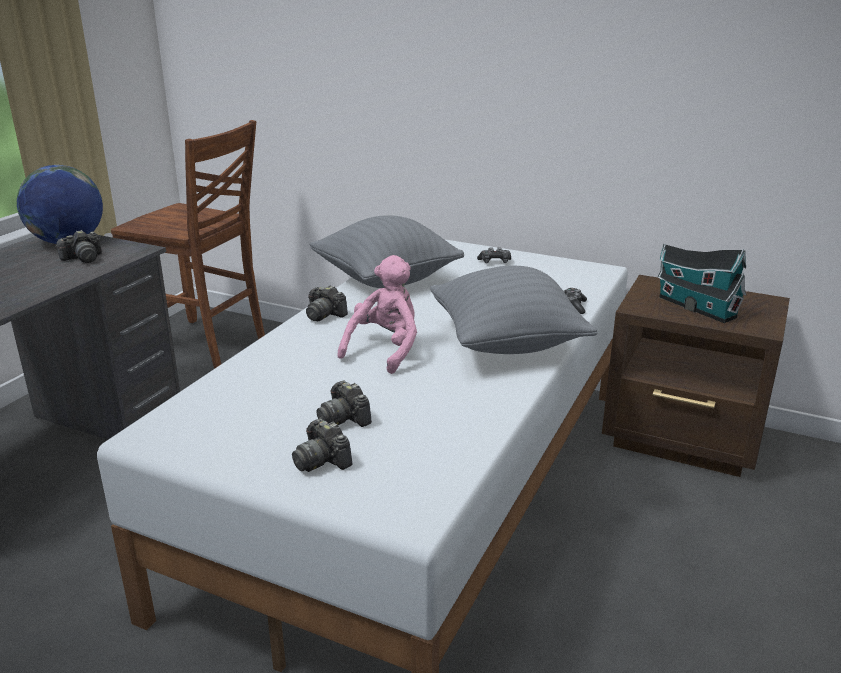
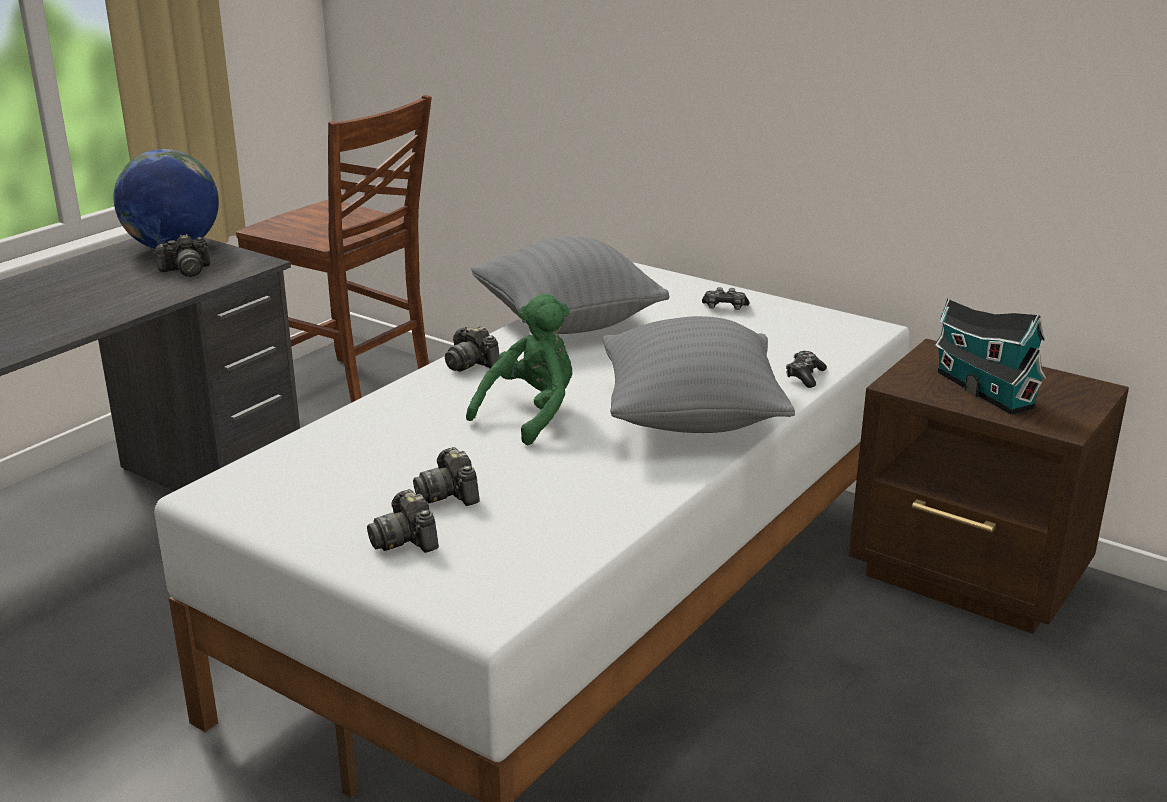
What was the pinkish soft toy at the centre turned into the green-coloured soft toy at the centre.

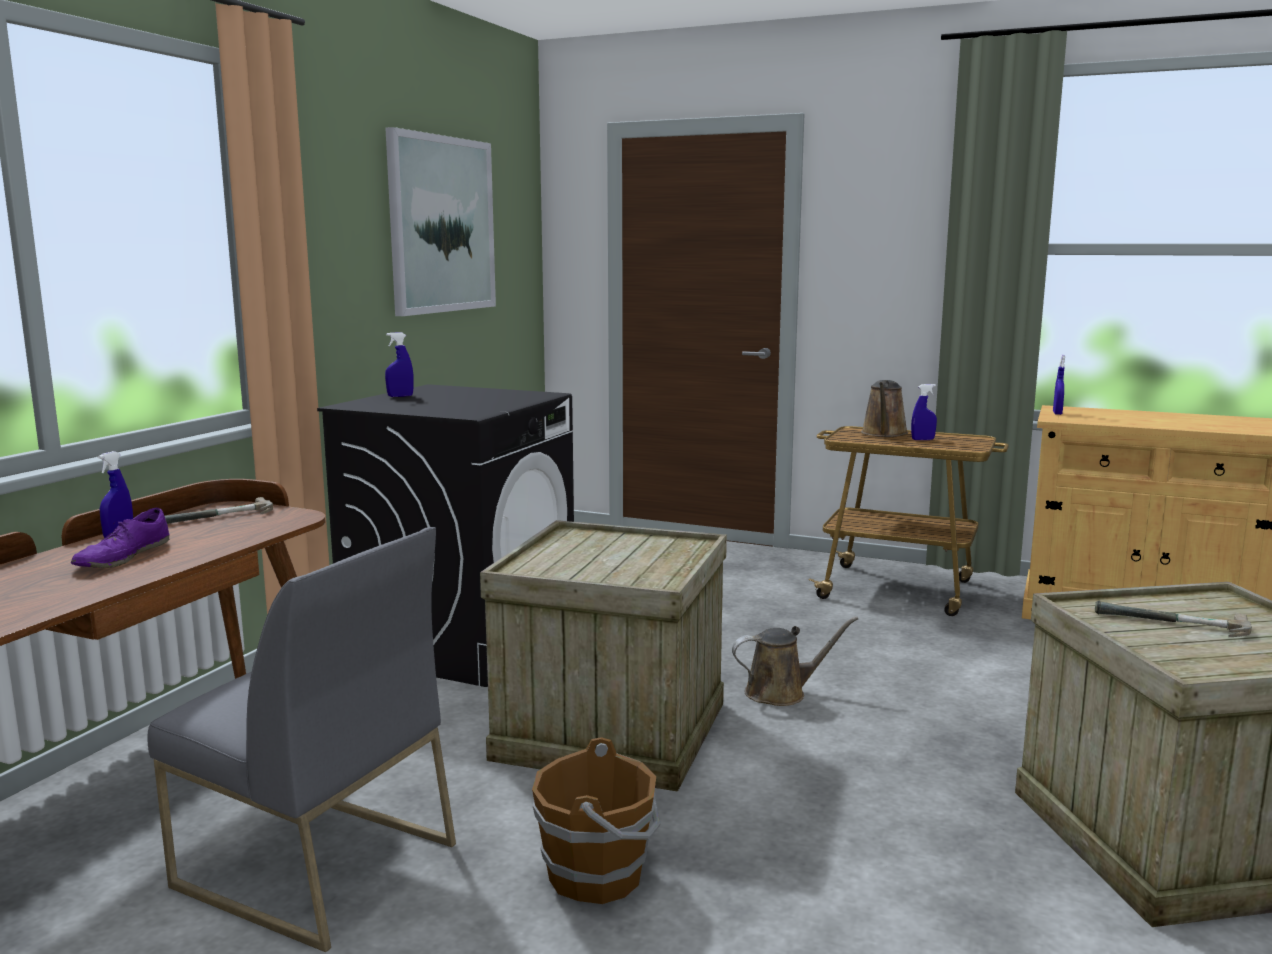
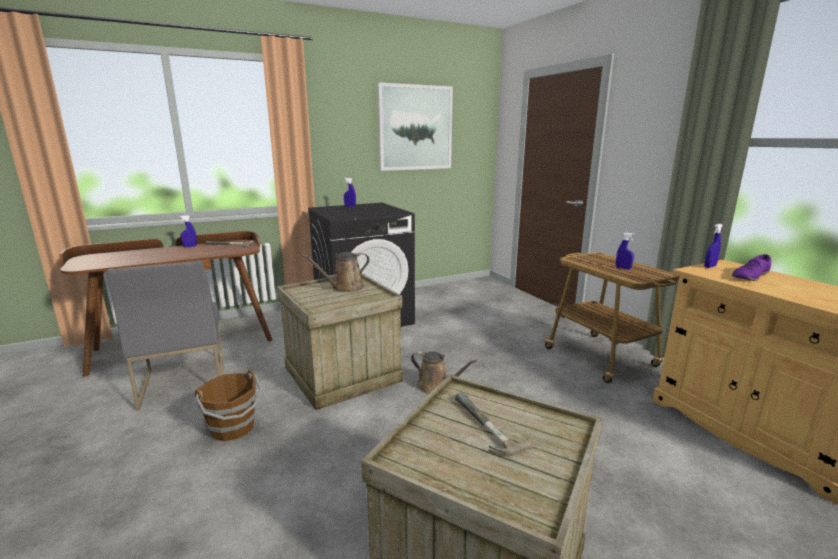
The brownish sprinkling can (2nd from left in the first image) ended up elsewhere, having gone from the middle right to the centre.
The purple item of footwear ended up elsewhere, having gone from the middle left to the middle right.

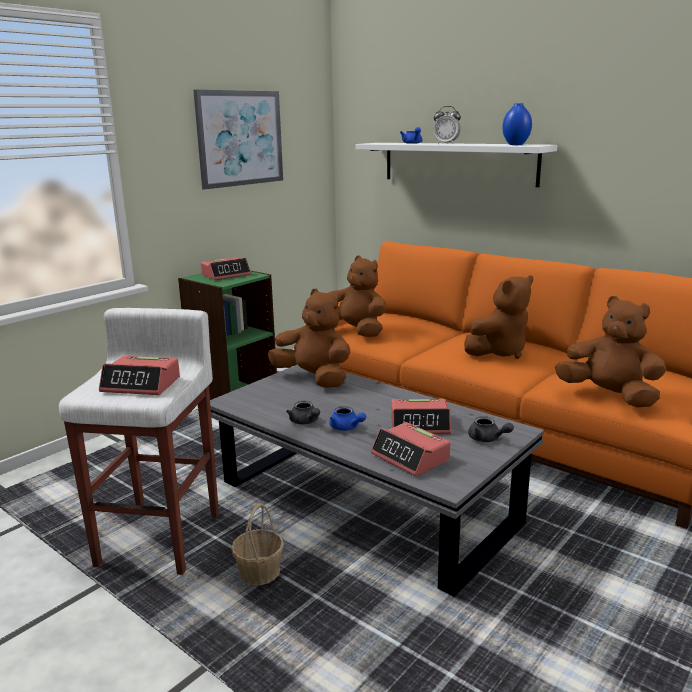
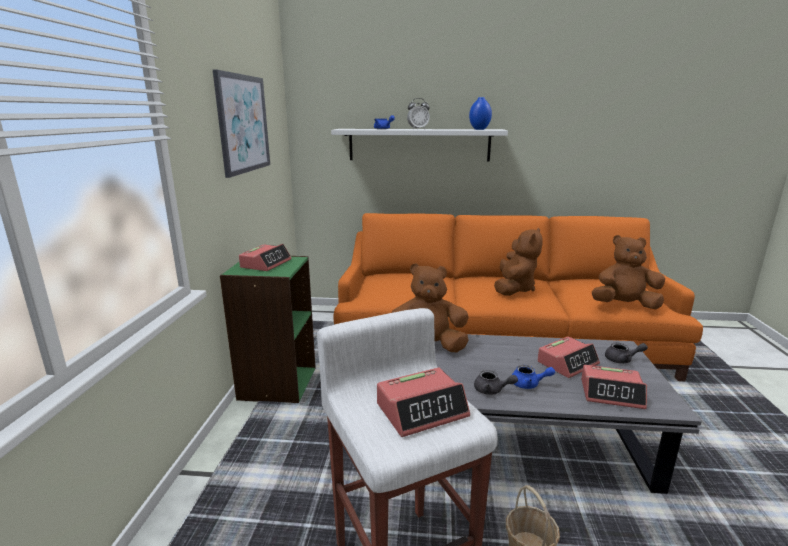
The second view lost the brownish soft toy (2nd from left) at the centre.

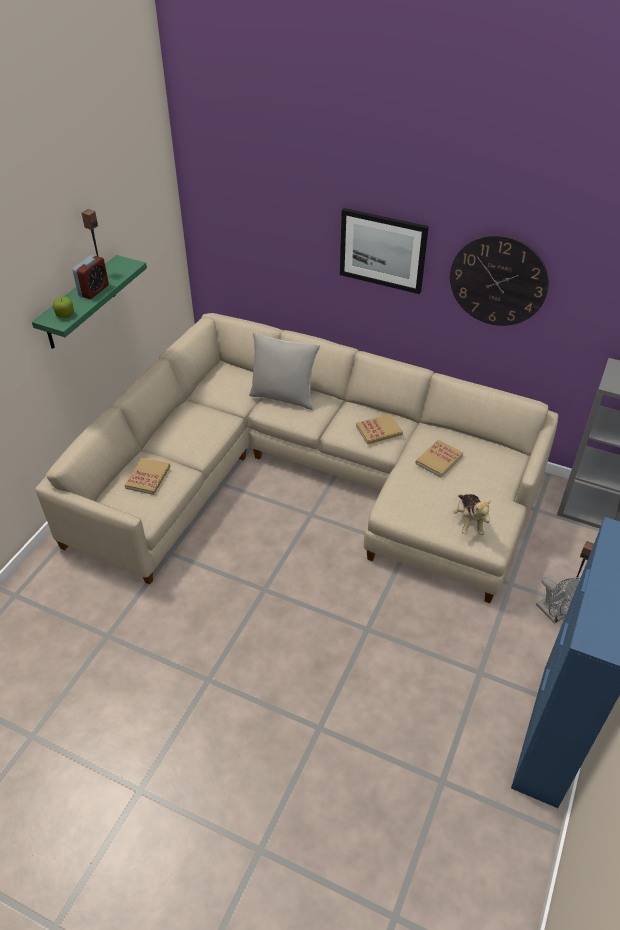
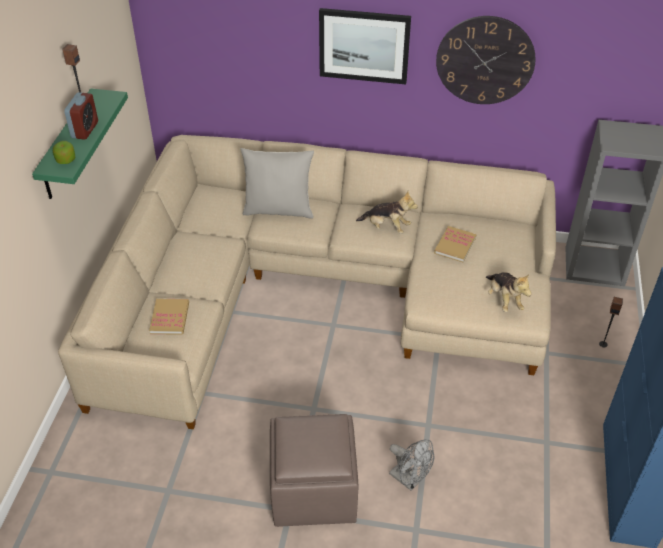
The second view gained the brownish footrest at the bottom centre.
Where the volume (2nd from left) stood at the centre, the soft toy (1st from left) came to stand at the centre.
The grey fan ended up elsewhere, having gone from the middle right to the bottom centre.

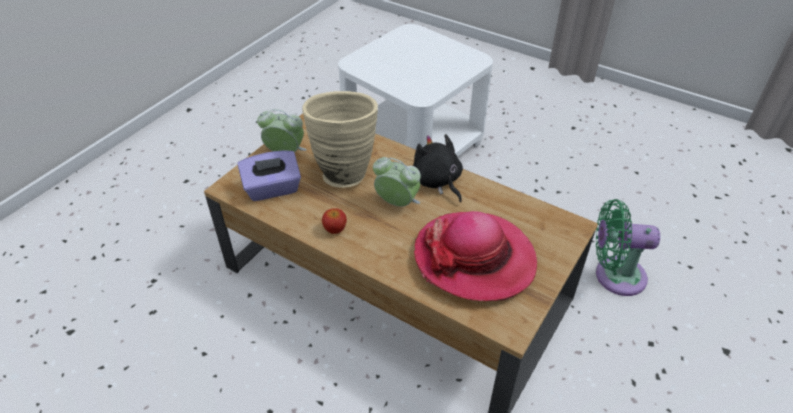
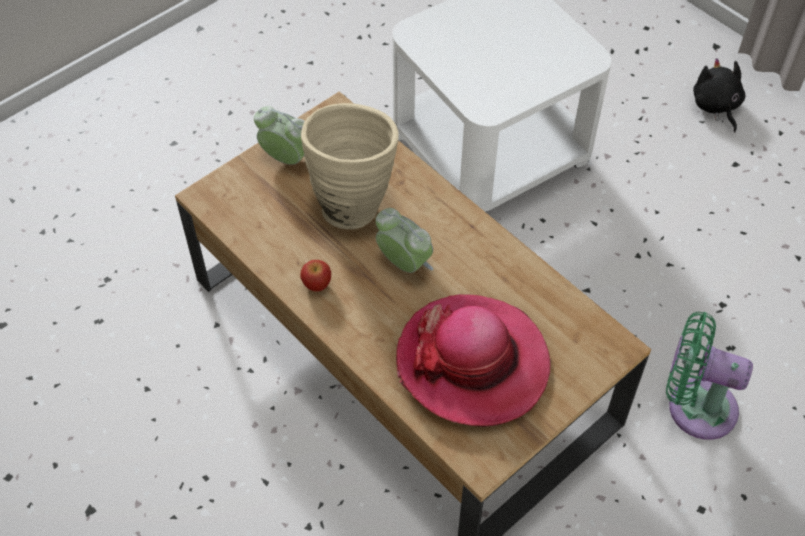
The black-coloured soft toy ended up elsewhere, having gone from the centre to the top right.
The second view lost the purple tissue box at the centre.

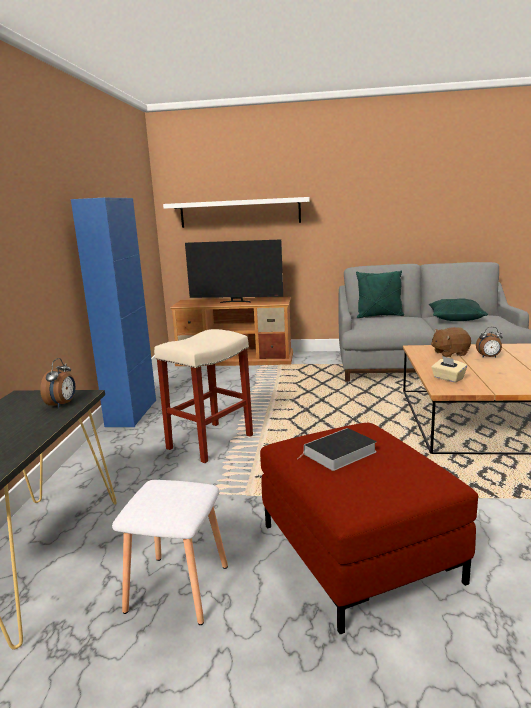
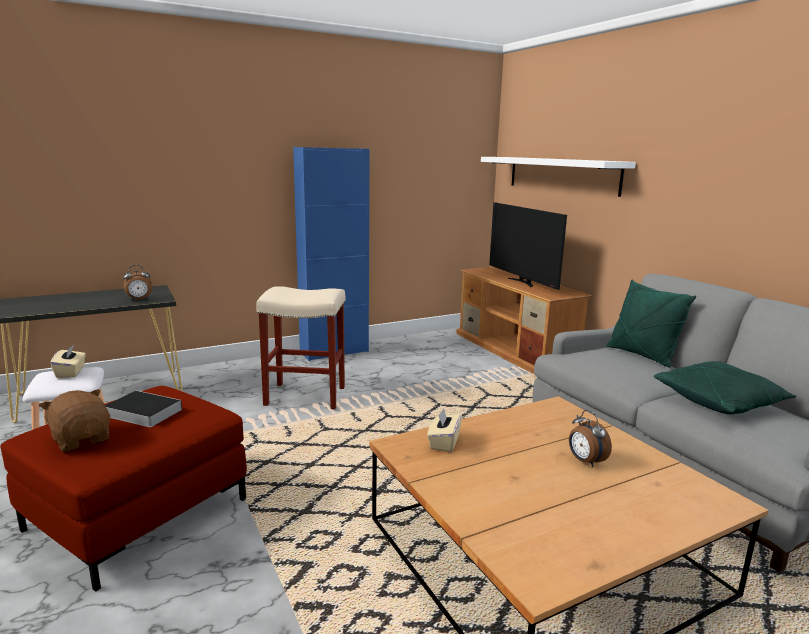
The brownish soft toy ended up elsewhere, having gone from the middle right to the middle left.
The second view gained the beige-coloured tissue box (1st from left) at the middle left.

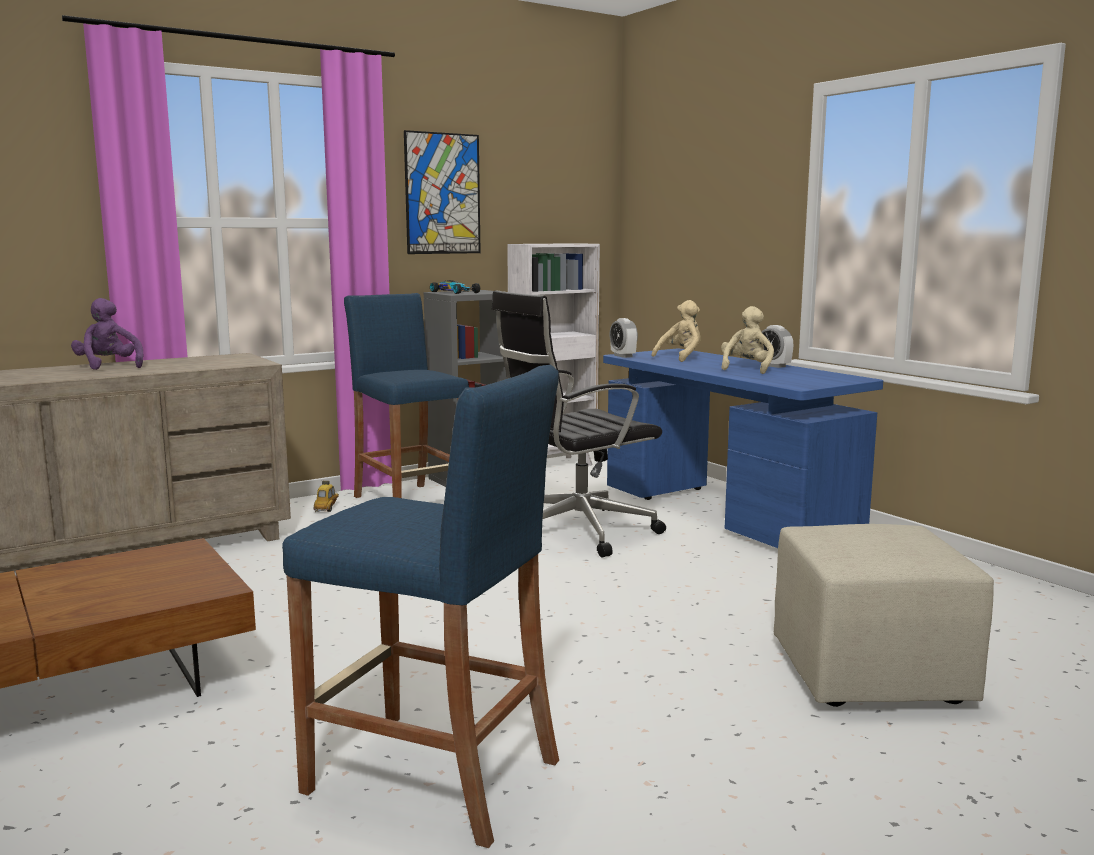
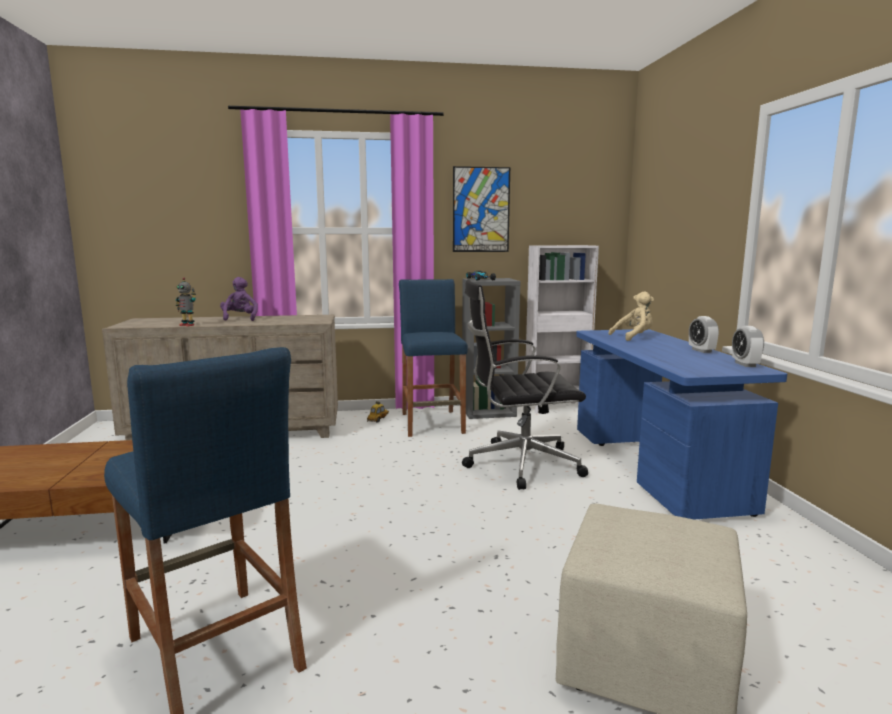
The second view gained the toy robot at the middle left.
The alarm clock (1st from left in the first image) ended up elsewhere, having gone from the centre to the middle right.
The second view lost the beige-coloured soft toy (2nd from left) at the middle right.

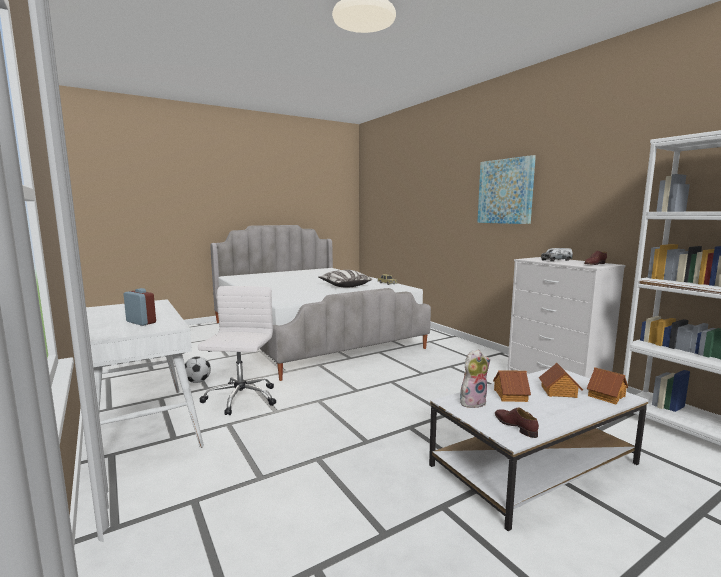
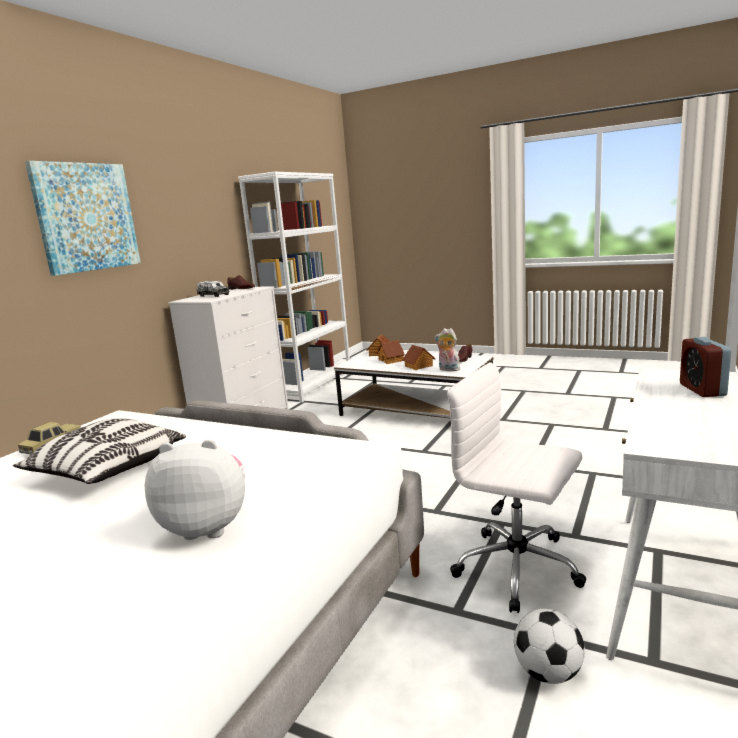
The second view gained the soft toy (1st from left) at the middle left.
The whitish office chair at the middle left ended up facing another way, 60 degrees clockwise from before.

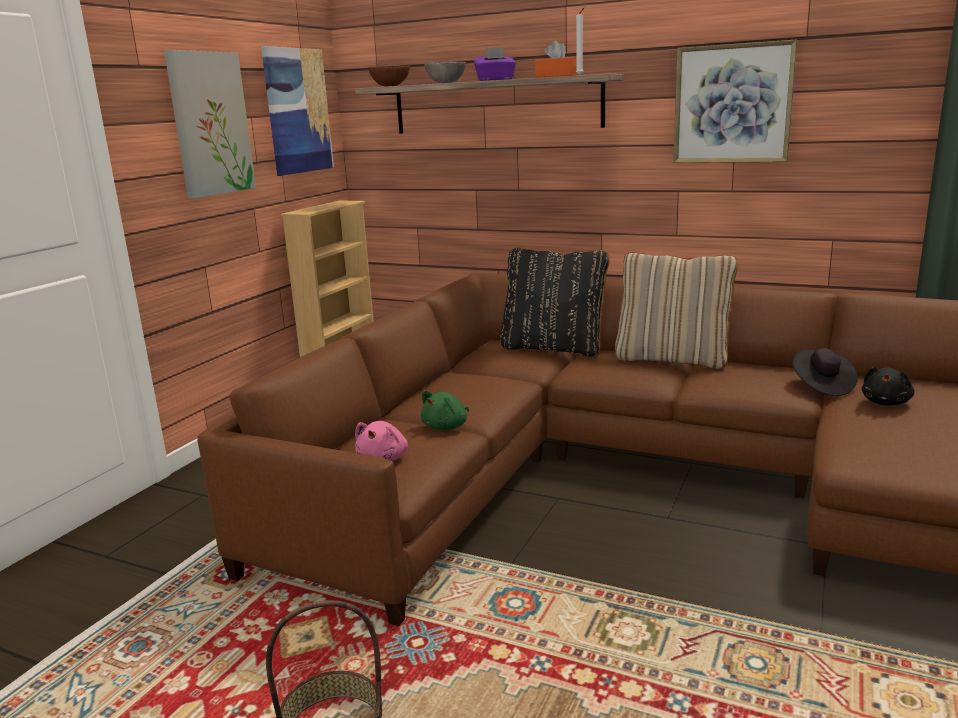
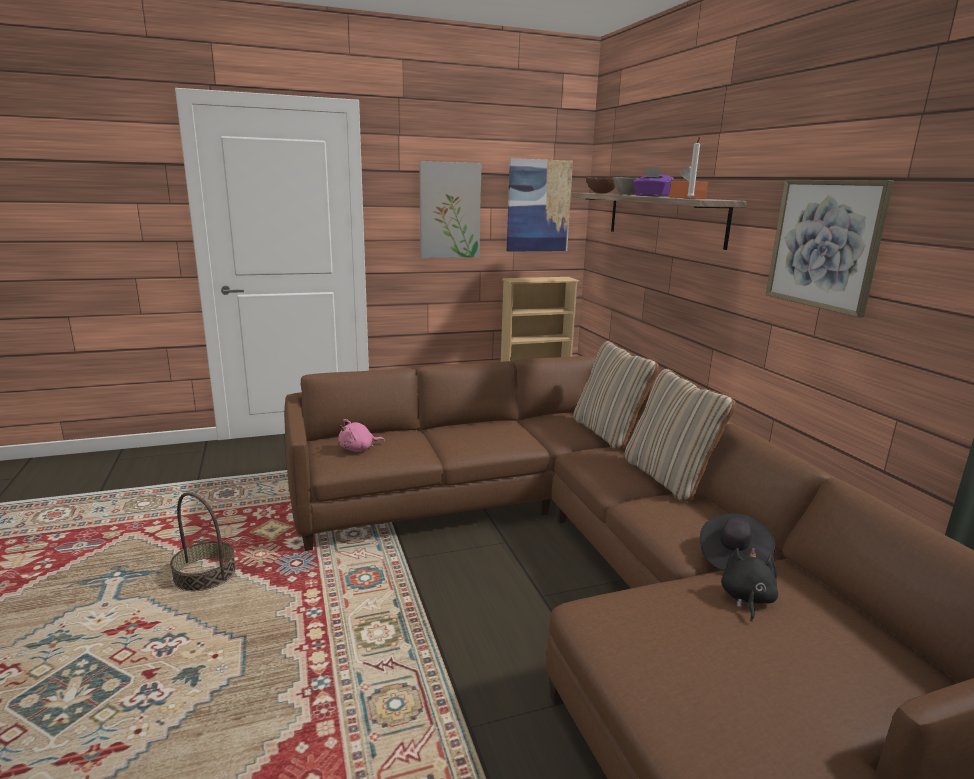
What was the black-coloured pillow at the centre turned into the beige-coloured pillow (1st from left) at the centre.
The black-coloured soft toy at the middle right ended up facing another way, 120 degrees clockwise from before.
The second view lost the green-coloured soft toy at the centre.

